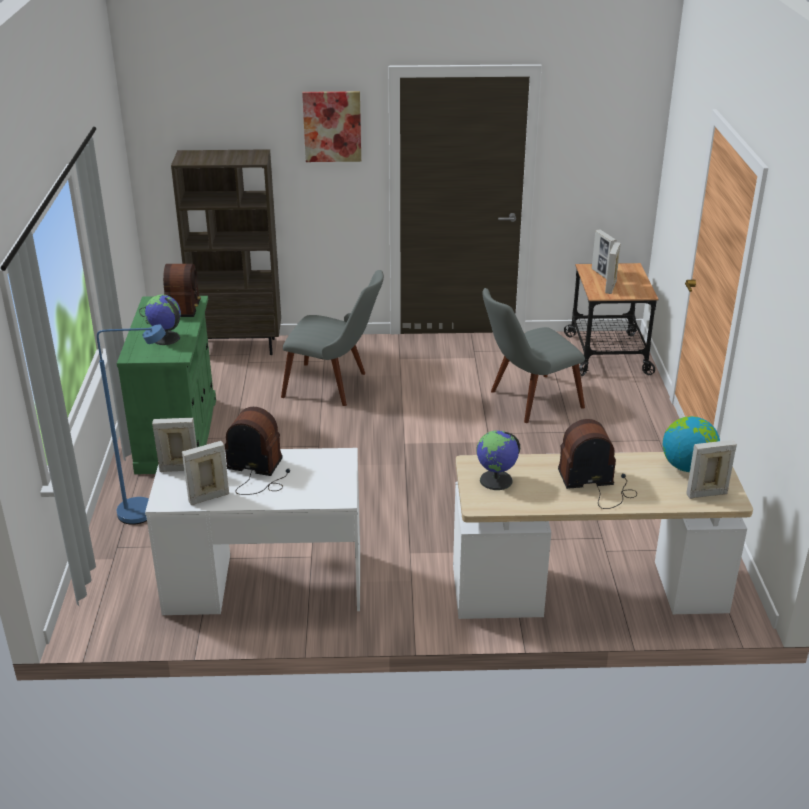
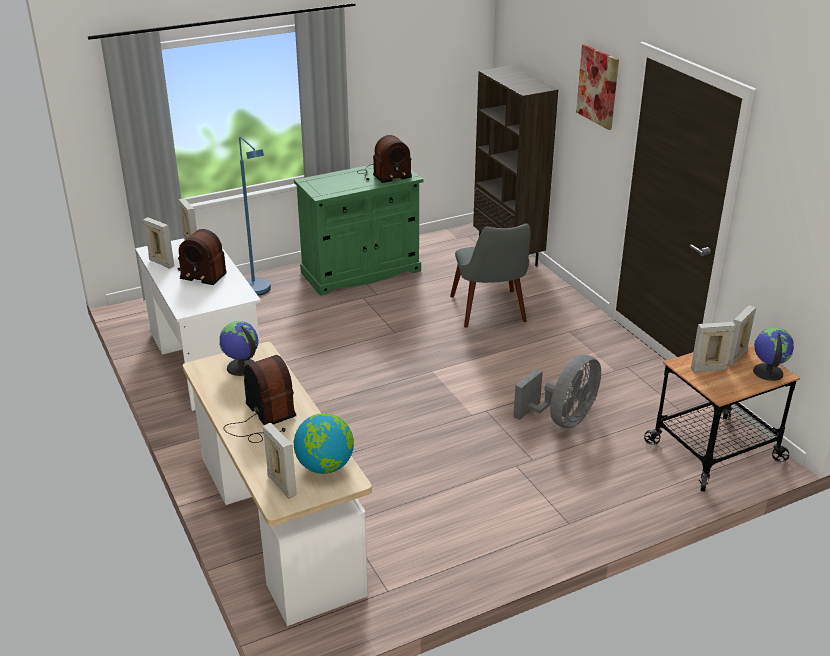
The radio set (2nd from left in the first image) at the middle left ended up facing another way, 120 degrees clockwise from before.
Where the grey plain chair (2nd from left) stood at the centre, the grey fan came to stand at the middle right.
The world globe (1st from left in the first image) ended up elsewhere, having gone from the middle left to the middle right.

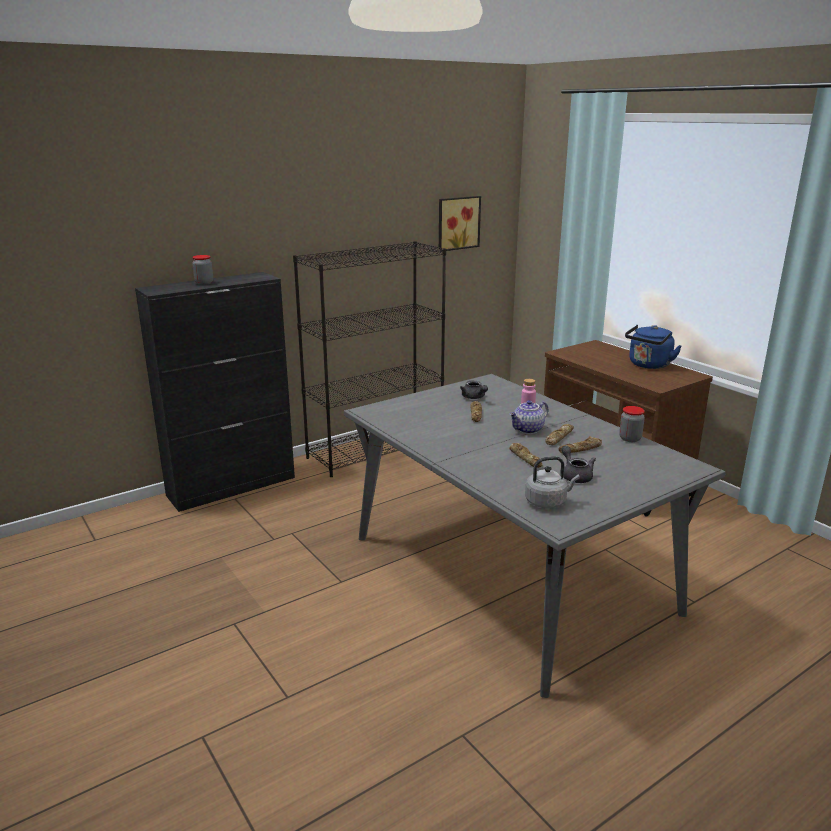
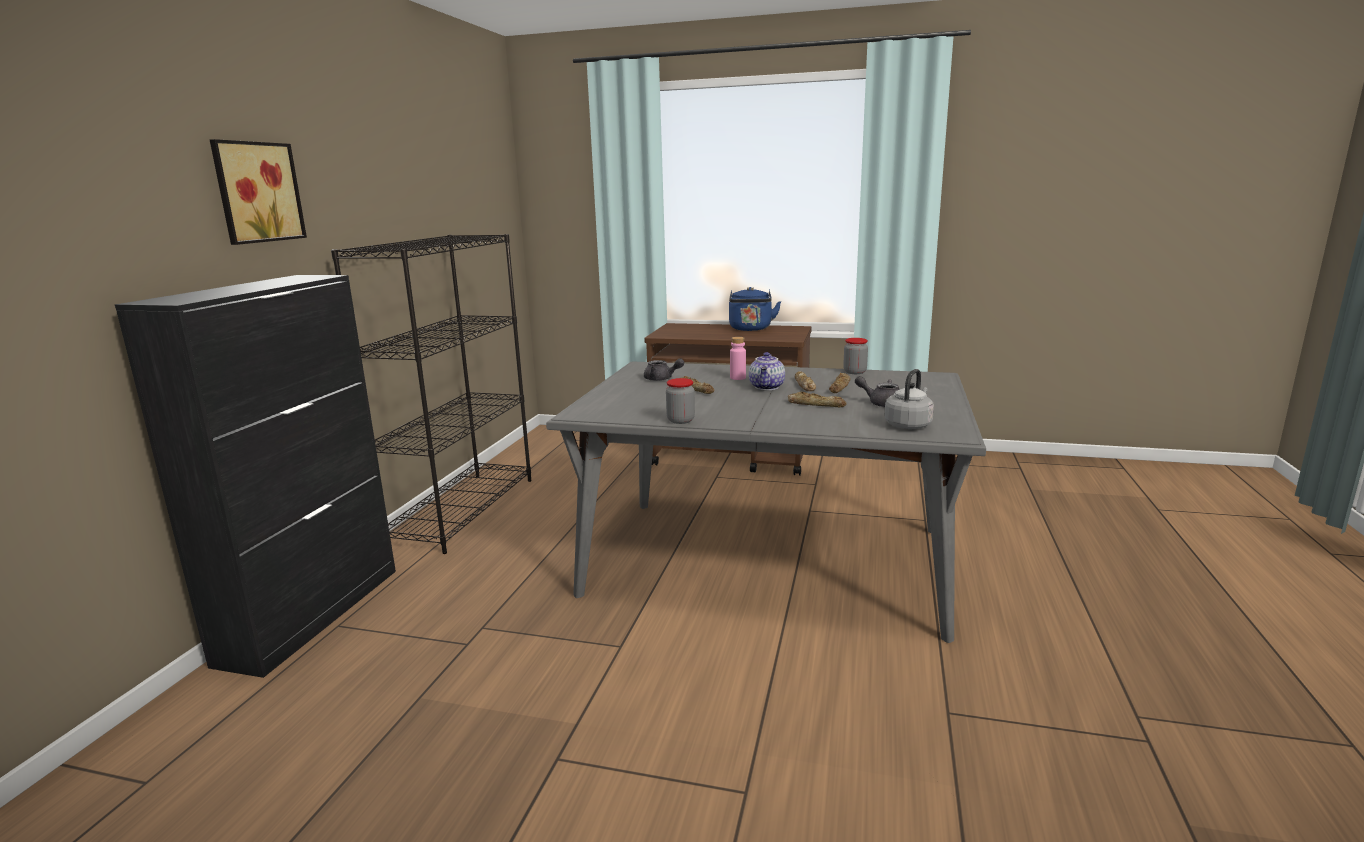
The wall art ended up elsewhere, having gone from the top centre to the top left.
The preserve jar (1st from left) ended up elsewhere, having gone from the top left to the centre.

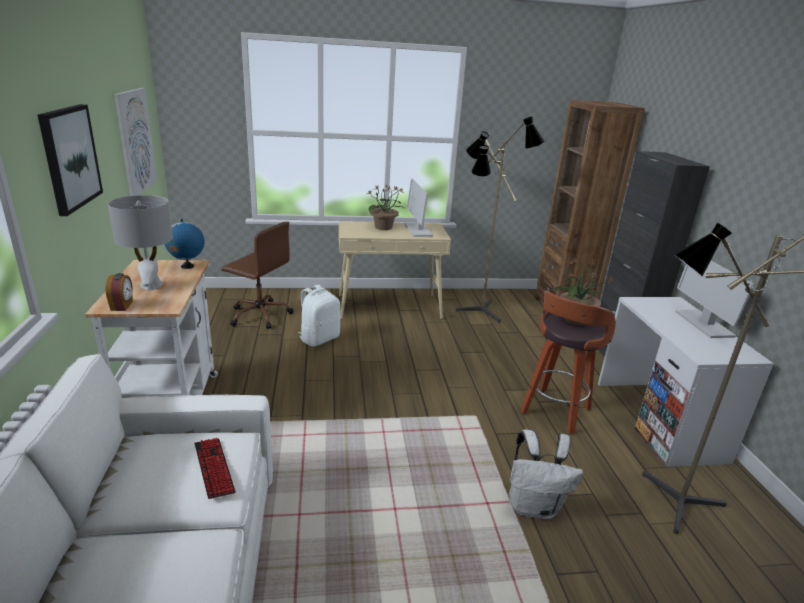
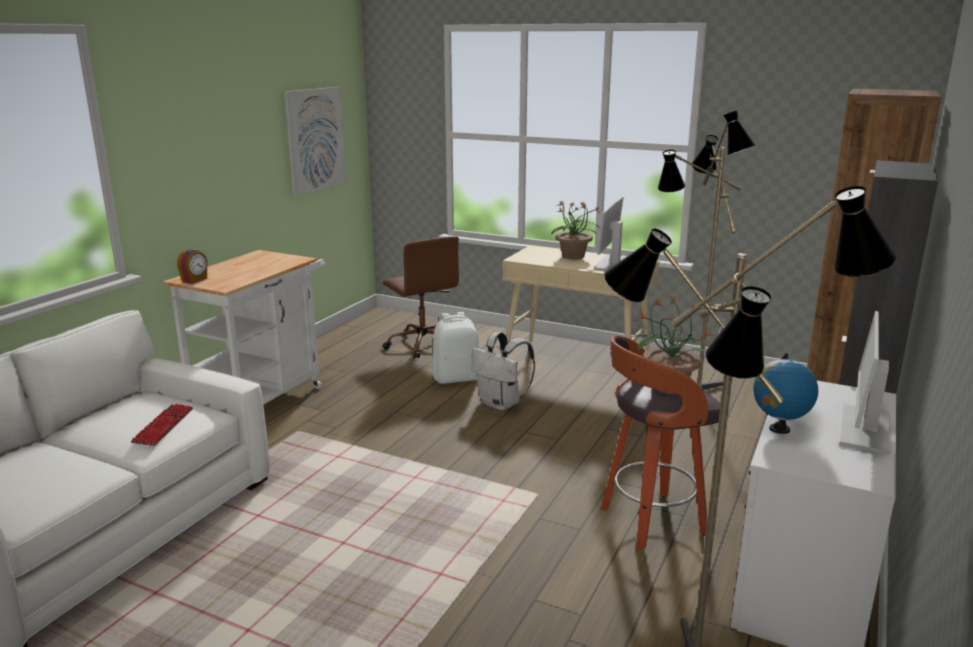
The whitish knapsack (2nd from left) ended up elsewhere, having gone from the bottom right to the centre.
The world globe ended up elsewhere, having gone from the middle left to the middle right.
The second view lost the wall art (1st from left) at the top left.
The second view lost the grey lamp for a table at the middle left.

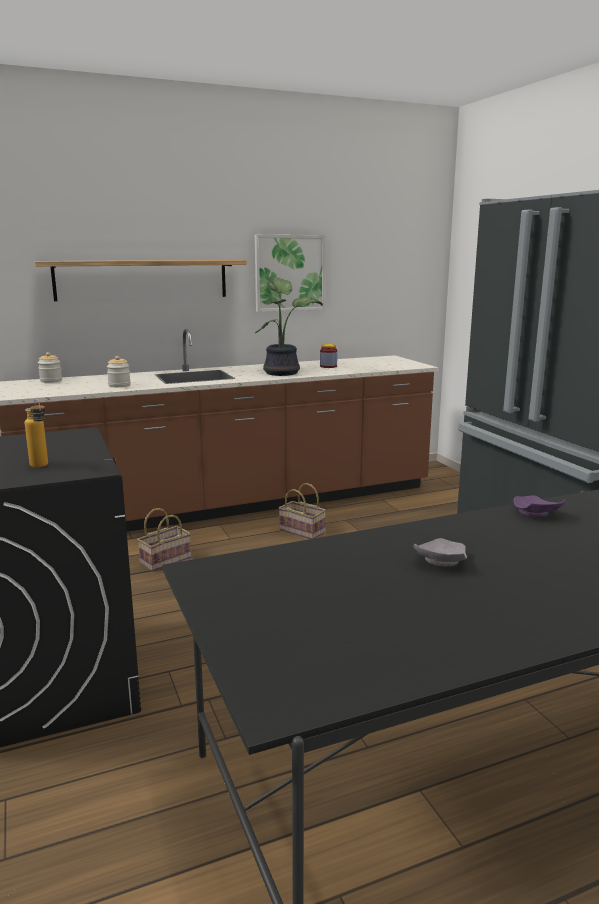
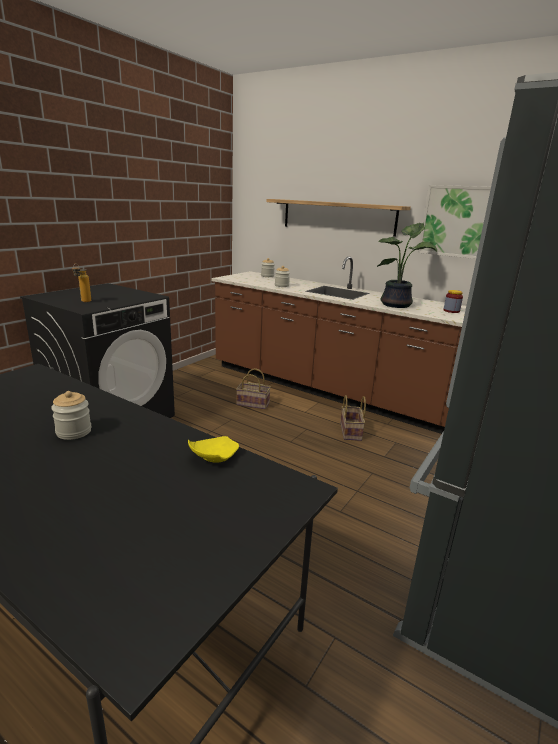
Where the grey dinner plate stood at the middle right, the preserve jar (1st from left) came to stand at the middle left.
What was the purple dinner plate at the middle right turned into the yellowish dinner plate at the centre.

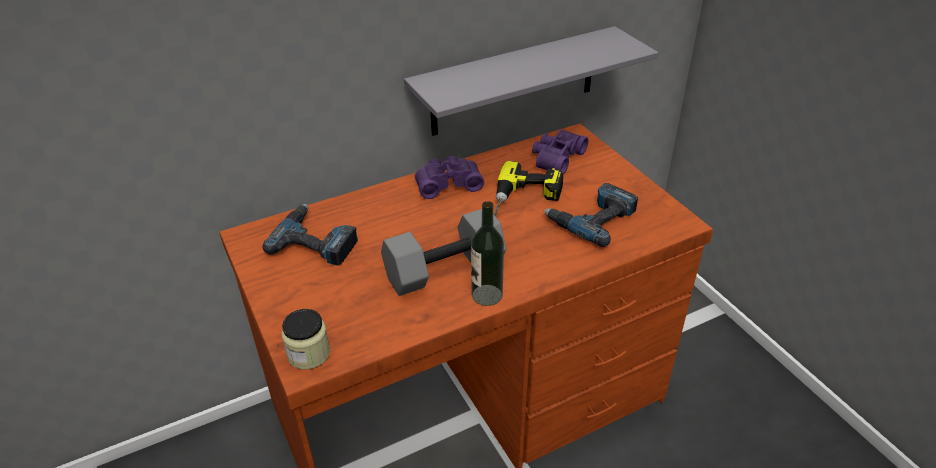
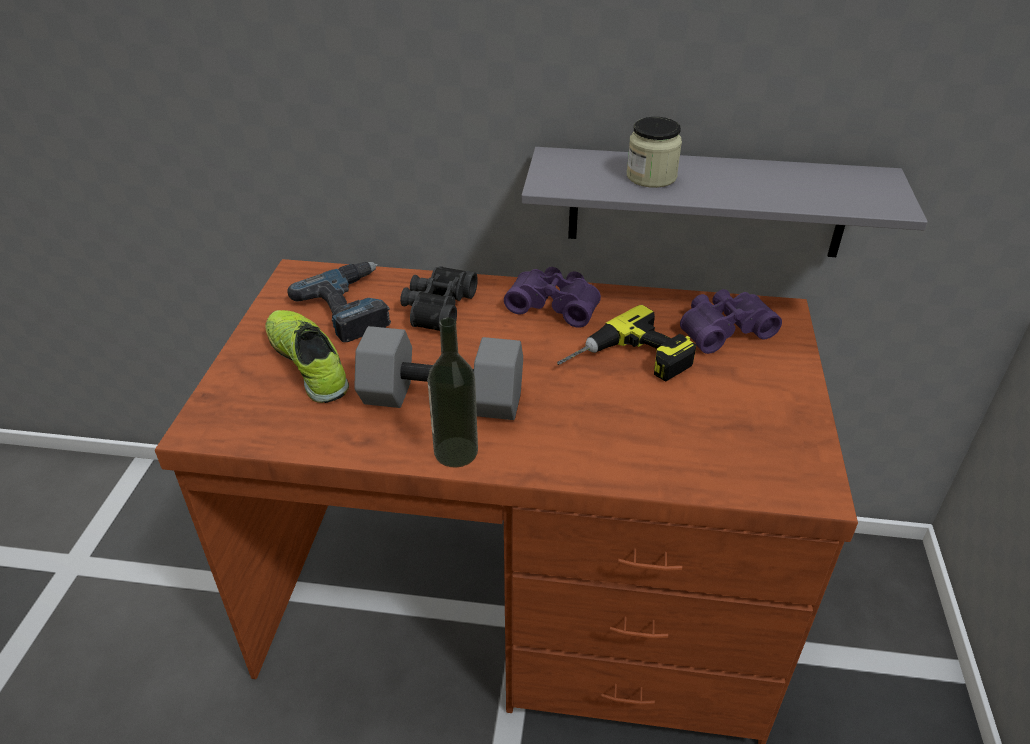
The second view gained the item of footwear at the middle left.
The second view gained the black-coloured field glasses at the centre.
The preserve jar ended up elsewhere, having gone from the bottom left to the top centre.
The second view lost the drill (3rd from left) at the centre.

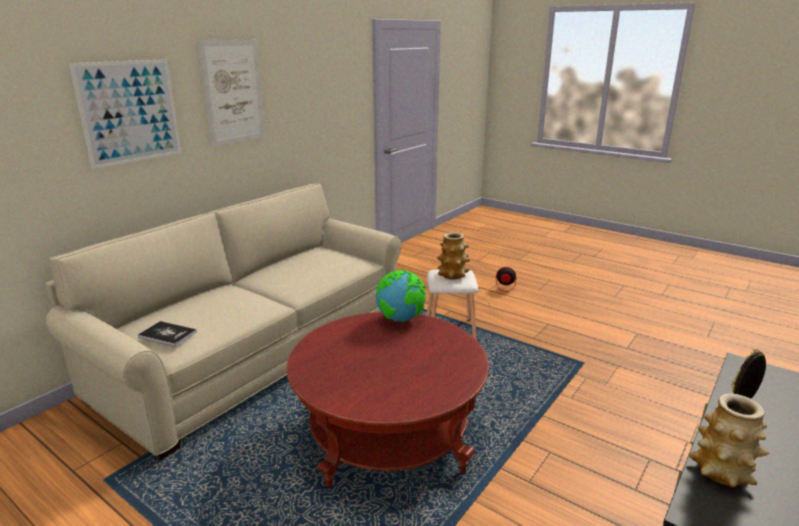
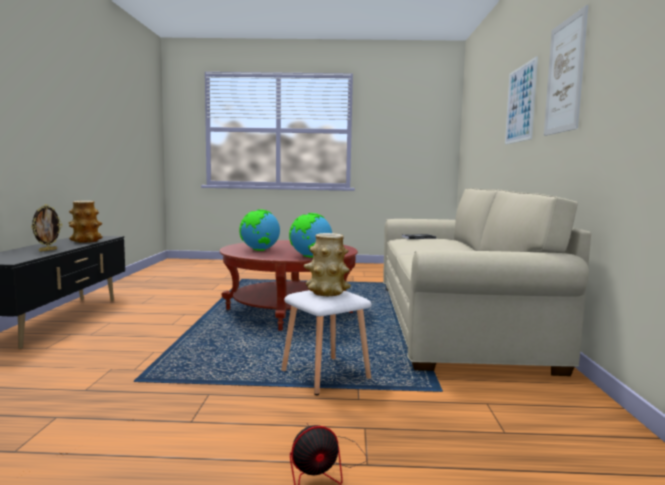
The second view gained the world globe (1st from left) at the centre.

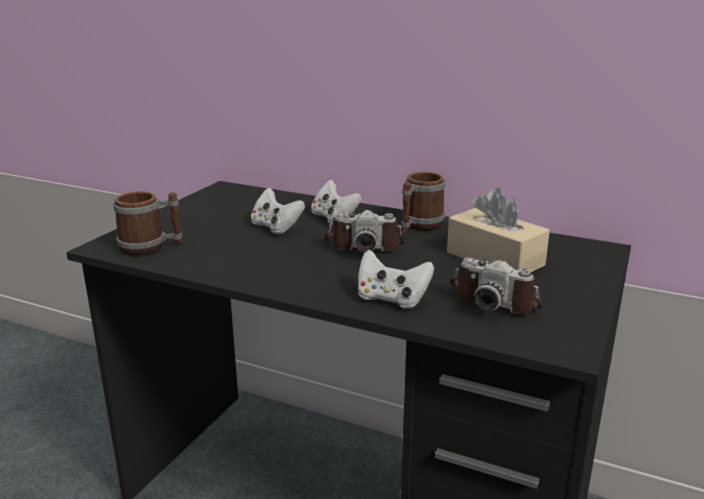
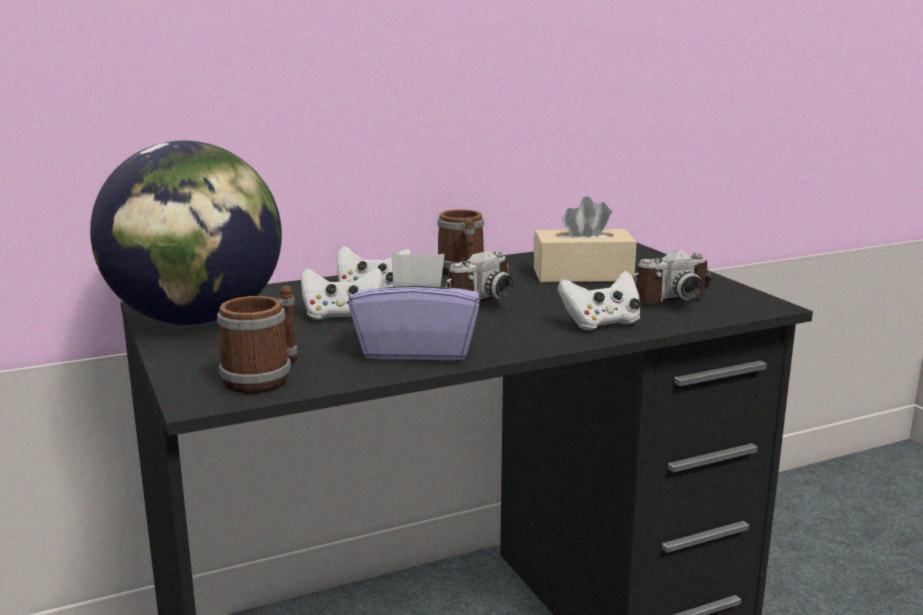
The second view gained the world globe at the middle left.
The second view gained the purple tissue box at the centre.

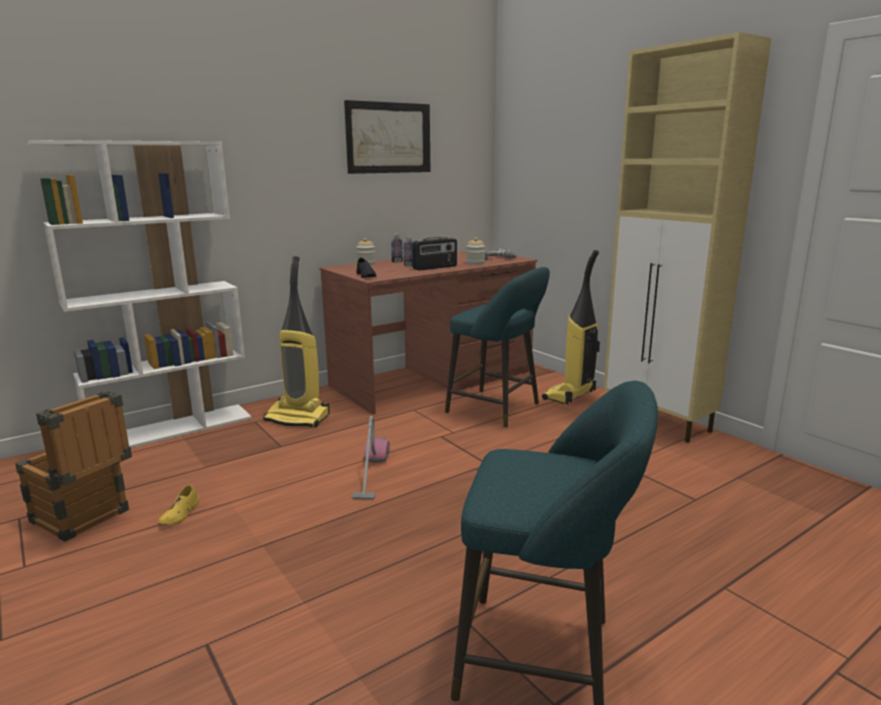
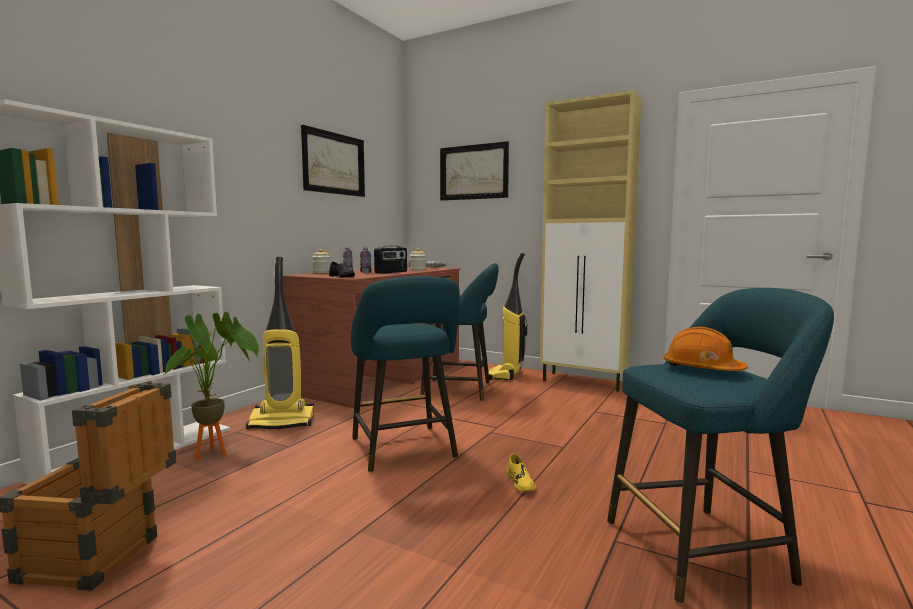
The second view gained the plant in a pot at the middle left.
Where the vacuum (2nd from left) stood at the centre, the blue-green stool (1st from left) came to stand at the centre.
The second view gained the wall art (2nd from left) at the top centre.
The yellowish item of footwear ended up elsewhere, having gone from the bottom left to the bottom centre.
The second view gained the orange-coloured safety helmet at the middle right.

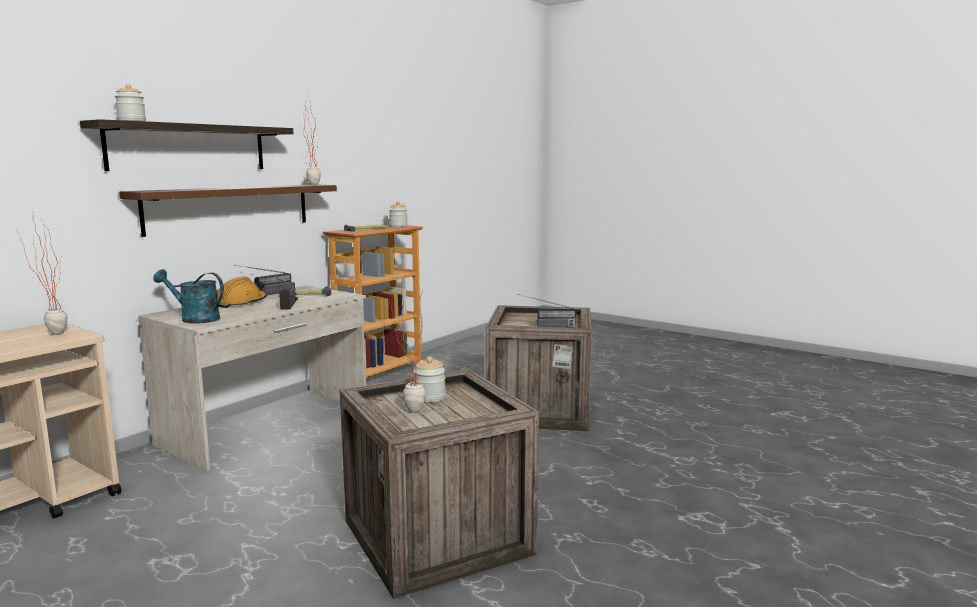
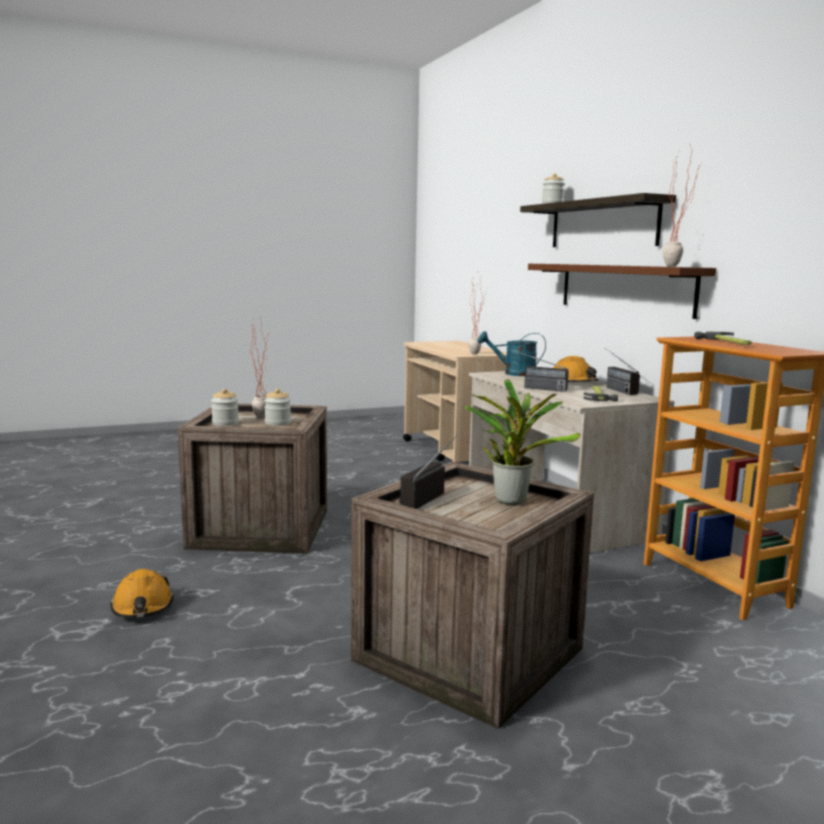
The second view gained the orange-coloured safety helmet (1st from left) at the bottom left.
The preserve jar (2nd from left in the first image) ended up elsewhere, having gone from the centre to the middle left.
The second view gained the plant in a pot (3rd from left) at the centre.
The blue-green sprinkling can at the middle left ended up facing another way, 135 degrees counterclockwise from before.

